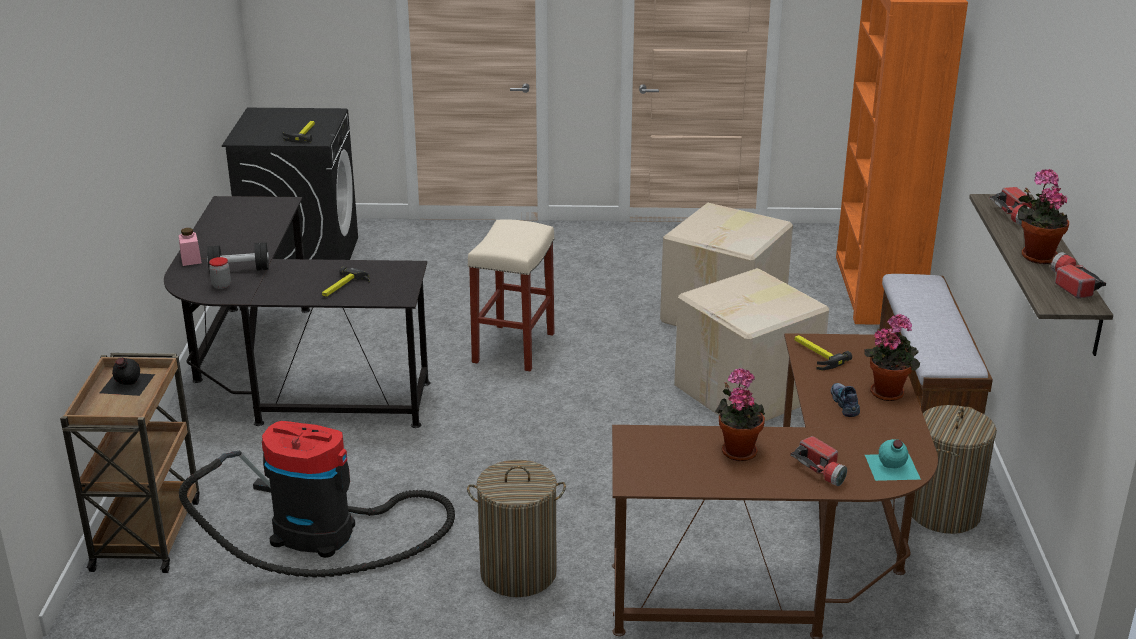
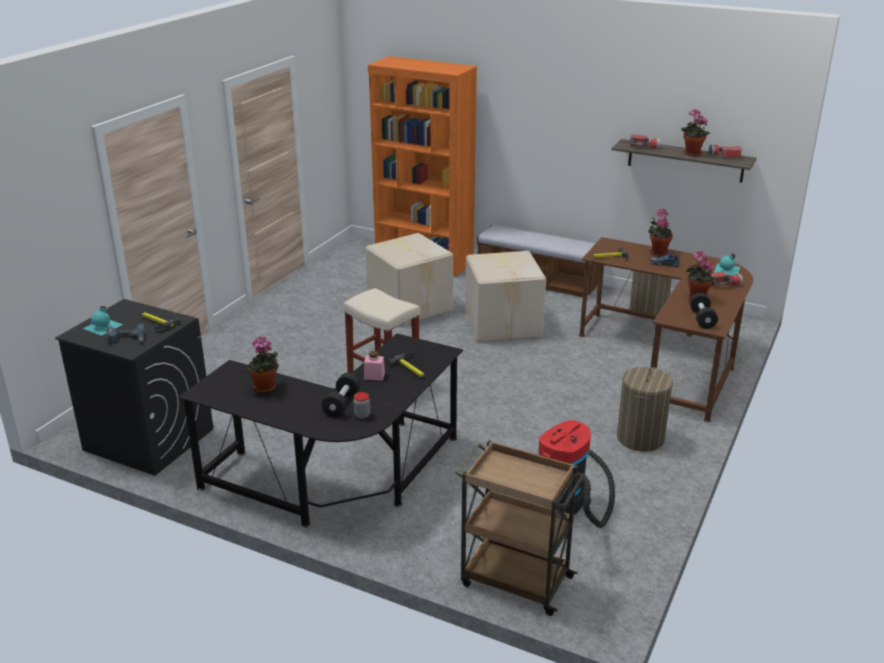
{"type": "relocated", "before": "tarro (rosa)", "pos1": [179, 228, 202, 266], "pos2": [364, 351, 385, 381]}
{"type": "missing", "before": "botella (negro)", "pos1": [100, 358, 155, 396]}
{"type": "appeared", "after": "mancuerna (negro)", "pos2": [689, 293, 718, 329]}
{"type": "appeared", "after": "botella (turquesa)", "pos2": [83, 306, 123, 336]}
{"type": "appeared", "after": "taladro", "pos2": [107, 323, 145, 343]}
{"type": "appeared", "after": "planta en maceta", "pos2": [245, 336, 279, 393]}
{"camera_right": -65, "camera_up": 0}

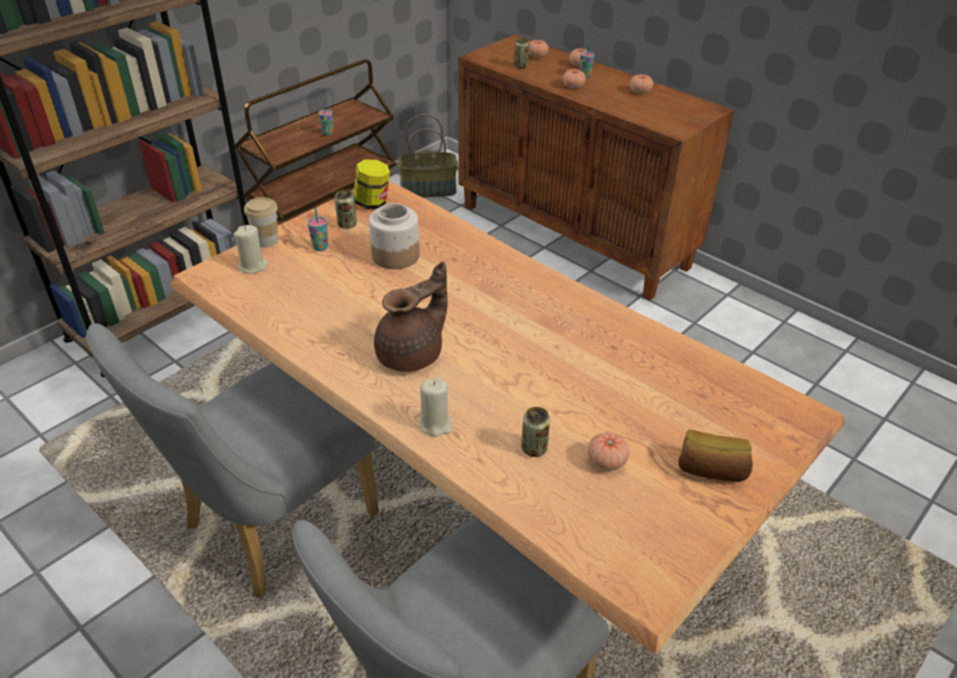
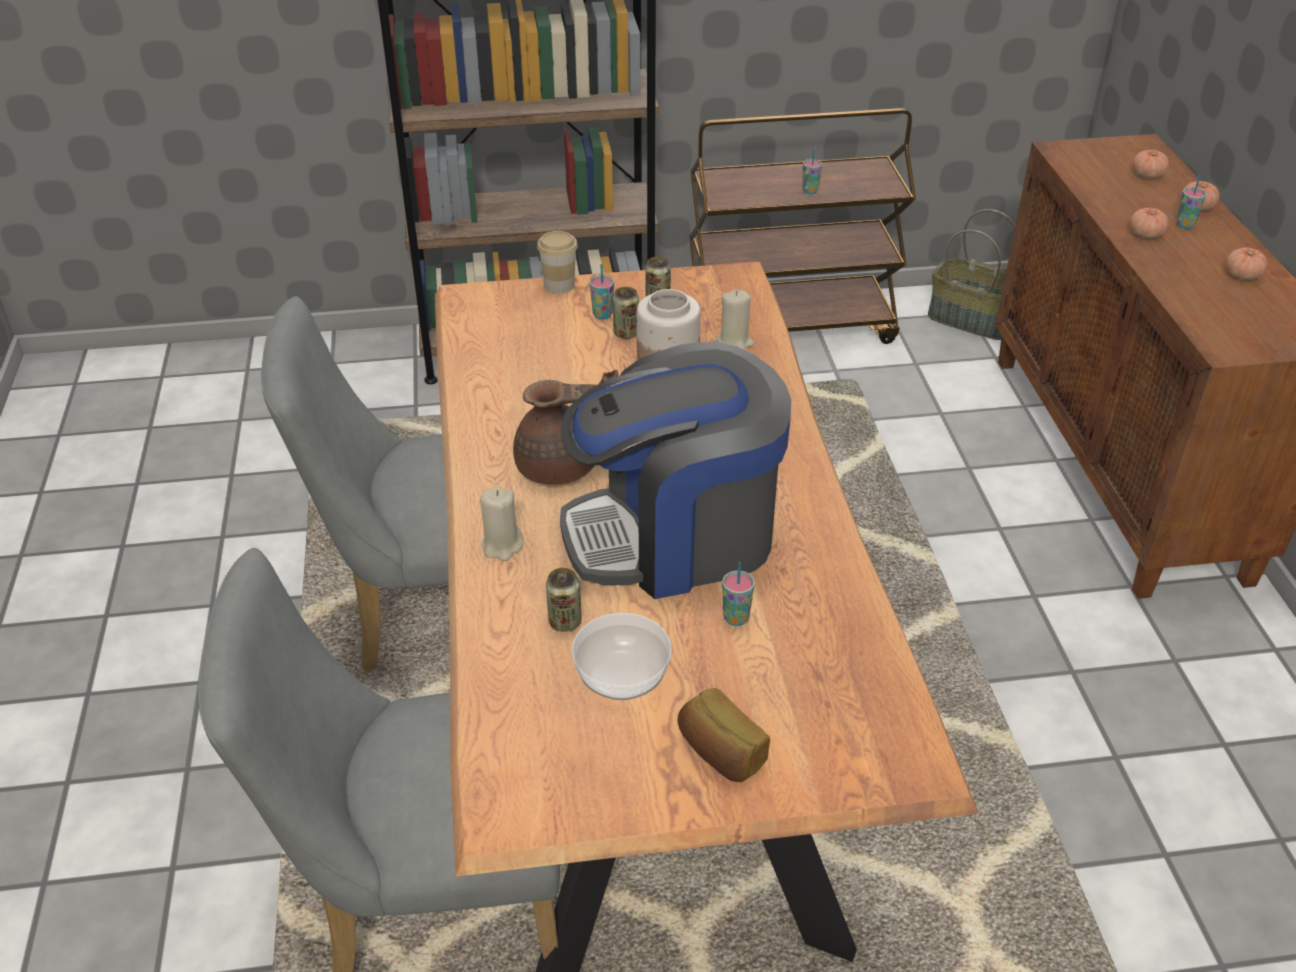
{"type": "relocated", "before": "lata", "pos1": [514, 38, 530, 69], "pos2": [613, 287, 639, 339]}
{"type": "missing", "before": "tarro", "pos1": [354, 159, 390, 209]}
{"type": "relocated", "before": "vela (beis)", "pos1": [233, 225, 269, 274], "pos2": [716, 289, 754, 350]}
{"type": "exchanged", "before": "tomate", "after": "cuenco", "pos1": [588, 432, 629, 470], "pos2": [572, 613, 672, 700]}
{"type": "appeared", "after": "cafetera", "pos2": [560, 342, 791, 599]}
{"type": "appeared", "after": "taza", "pos2": [722, 562, 755, 626]}
{"camera_right": 40, "camera_up": 0}

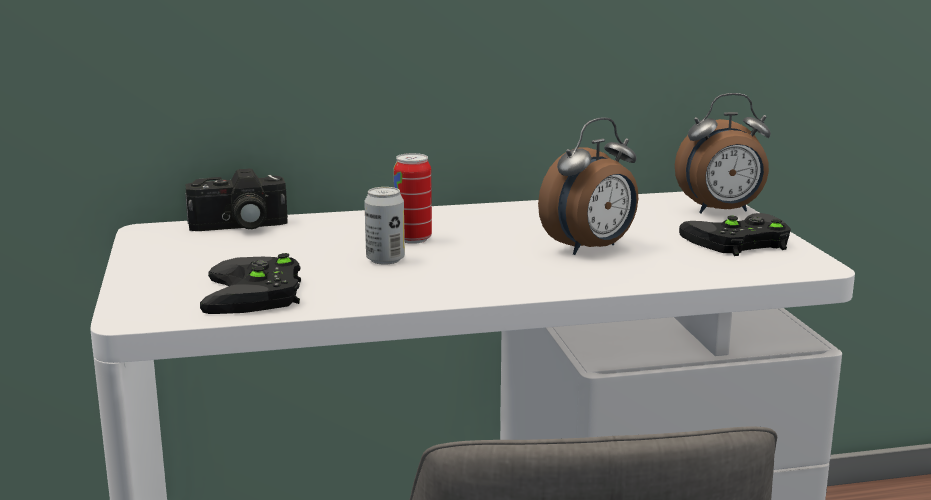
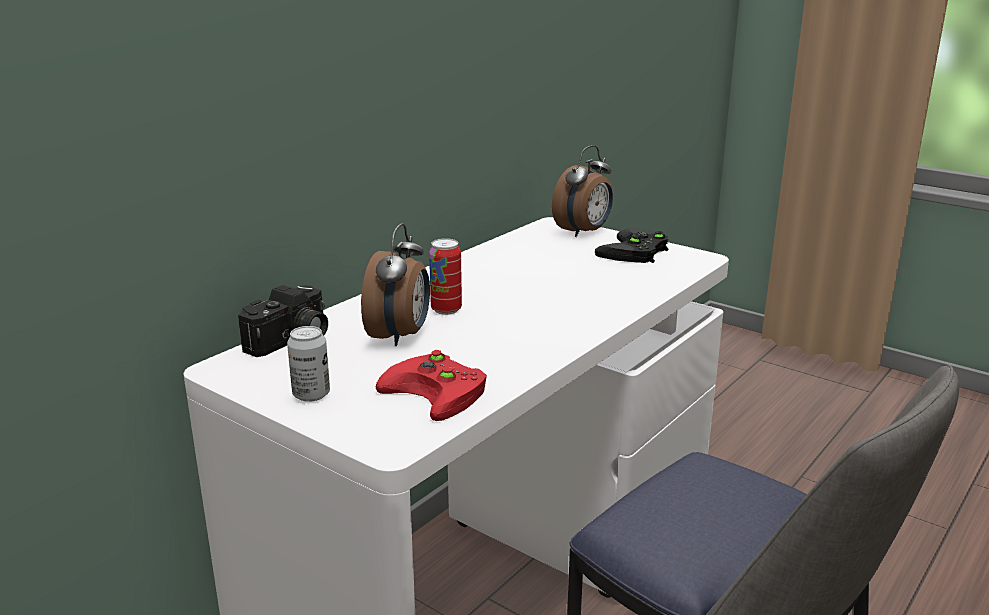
{"type": "relocated", "before": "despertador", "pos1": [538, 117, 638, 255], "pos2": [361, 223, 430, 346]}
{"type": "relocated", "before": "lata", "pos1": [364, 187, 405, 265], "pos2": [287, 326, 330, 402]}
{"type": "colour", "before": "mando de consola (negro)", "after": "mando de consola (rojo)", "pos1": [200, 253, 301, 314], "pos2": [376, 350, 487, 421]}
{"camera_right": -40, "camera_up": 5}

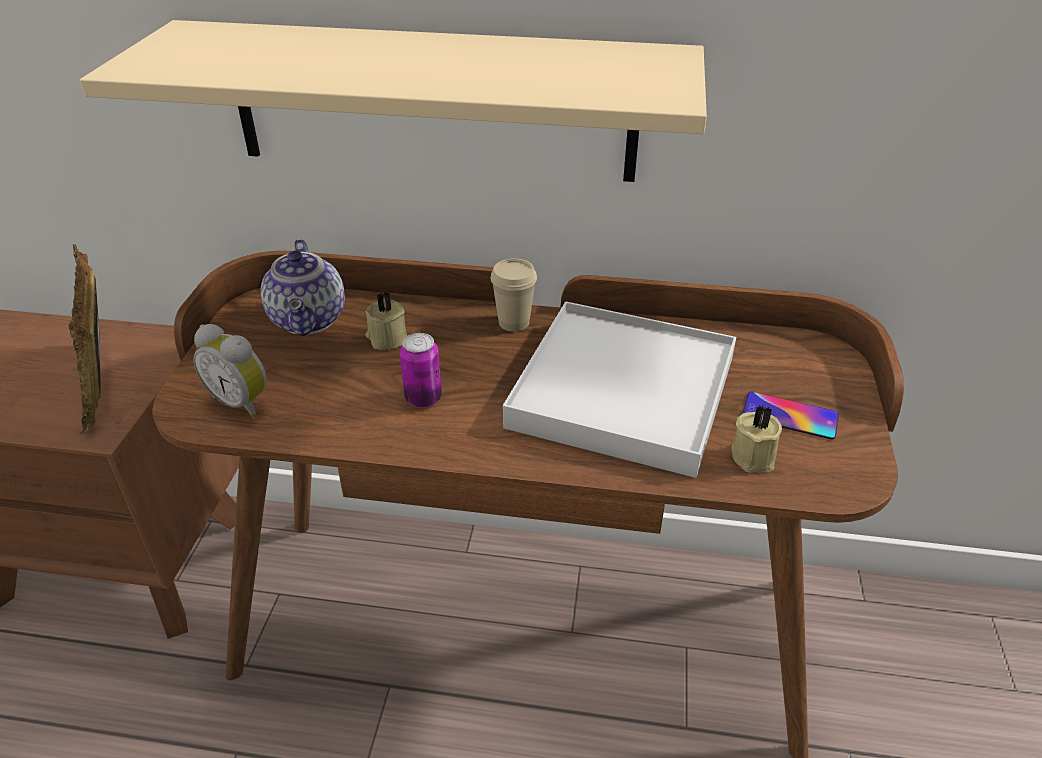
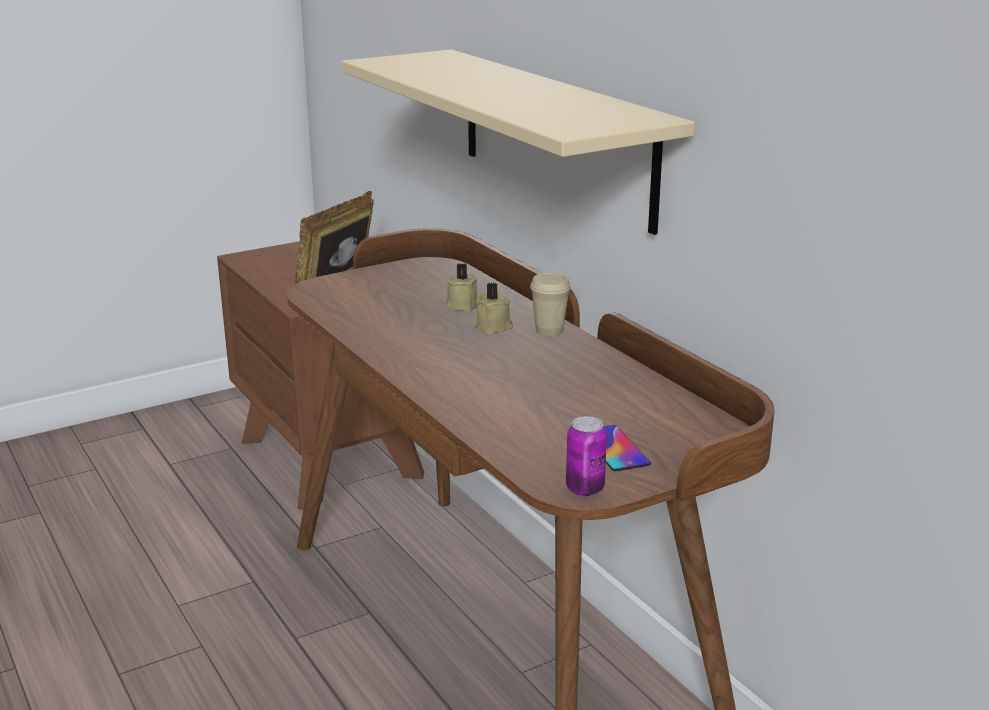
{"type": "missing", "before": "tetera", "pos1": [261, 239, 345, 336]}
{"type": "missing", "before": "bandeja (blanco)", "pos1": [503, 302, 736, 478]}
{"type": "missing", "before": "despertador", "pos1": [193, 324, 267, 418]}
{"type": "relocated", "before": "lata", "pos1": [400, 333, 442, 408], "pos2": [566, 416, 607, 496]}
{"type": "relocated", "before": "vela (beis)", "pos1": [731, 404, 782, 473], "pos2": [475, 283, 513, 334]}
{"camera_right": 50, "camera_up": -15}

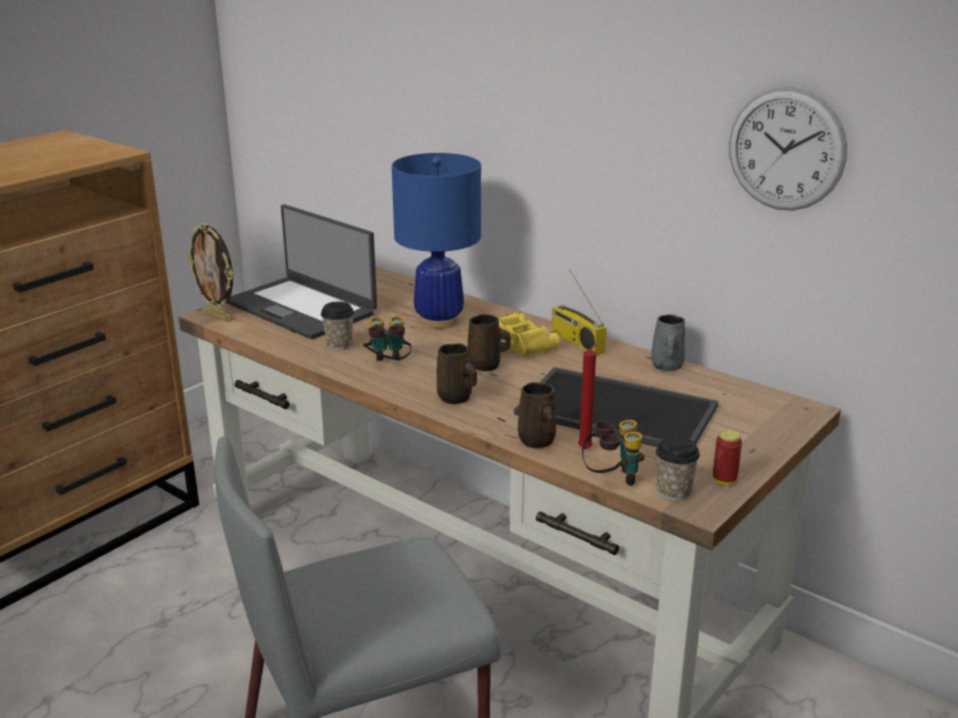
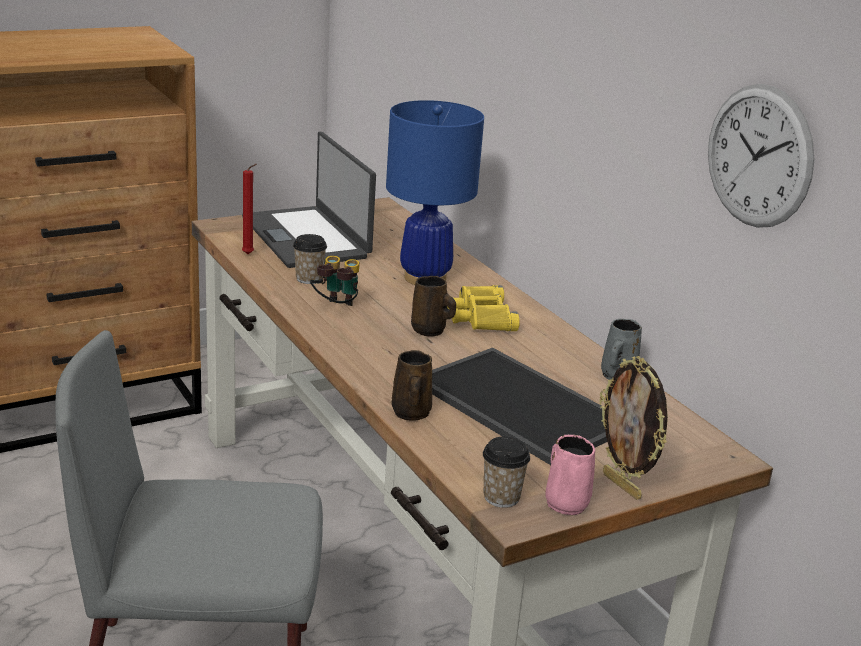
{"type": "relocated", "before": "portarretratos", "pos1": [187, 222, 233, 321], "pos2": [599, 356, 668, 500]}
{"type": "missing", "before": "radio", "pos1": [552, 270, 607, 355]}
{"type": "relocated", "before": "vela (rojo)", "pos1": [578, 342, 603, 449], "pos2": [242, 164, 257, 254]}
{"type": "missing", "before": "taza grande (marrón)", "pos1": [437, 343, 477, 404]}
{"type": "missing", "before": "prismáticos", "pos1": [582, 420, 645, 486]}
{"type": "exchanged", "before": "lata", "after": "taza grande (rosa)", "pos1": [713, 430, 742, 485], "pos2": [545, 435, 595, 515]}
{"camera_right": 20, "camera_up": 0}

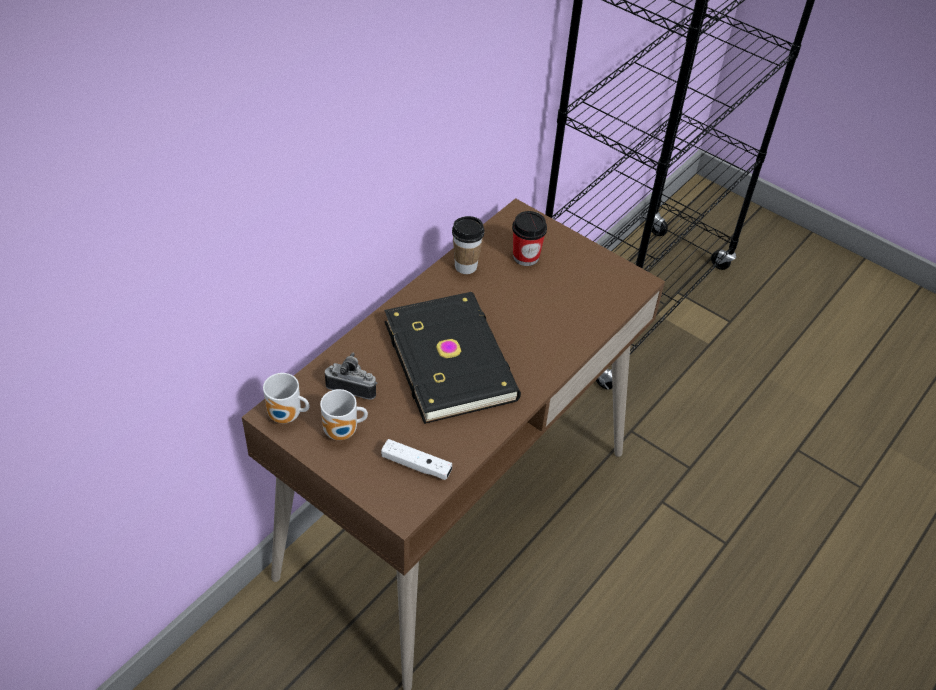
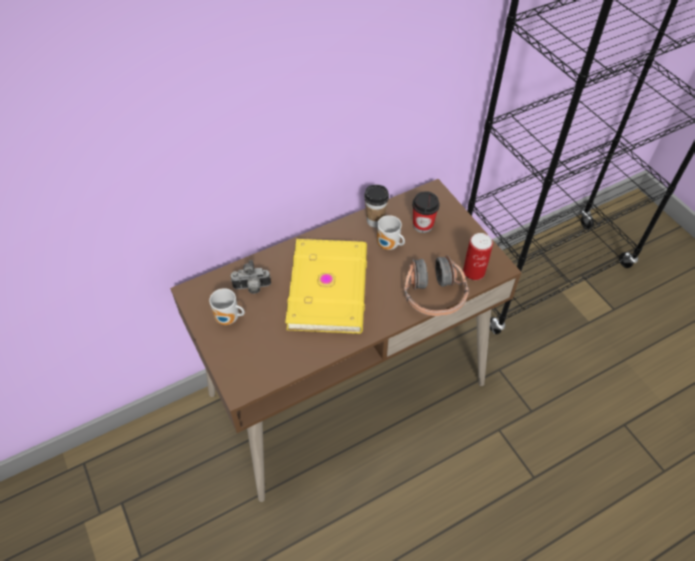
{"type": "colour", "before": "libro (negro)", "after": "libro (amarillo)", "pos1": [384, 292, 521, 424], "pos2": [285, 239, 367, 334]}
{"type": "spun", "before": "cámara", "pos1": [325, 353, 377, 400], "pos2": [231, 260, 271, 294], "turn": 135}
{"type": "relocated", "before": "taza grande", "pos1": [263, 373, 309, 423], "pos2": [377, 215, 405, 250]}
{"type": "missing", "before": "mando de consola (blanco)", "pos1": [381, 439, 452, 480]}
{"type": "appeared", "after": "lata", "pos2": [463, 233, 493, 280]}
{"type": "appeared", "after": "auriculares", "pos2": [404, 255, 469, 316]}
{"camera_right": 25, "camera_up": 5}

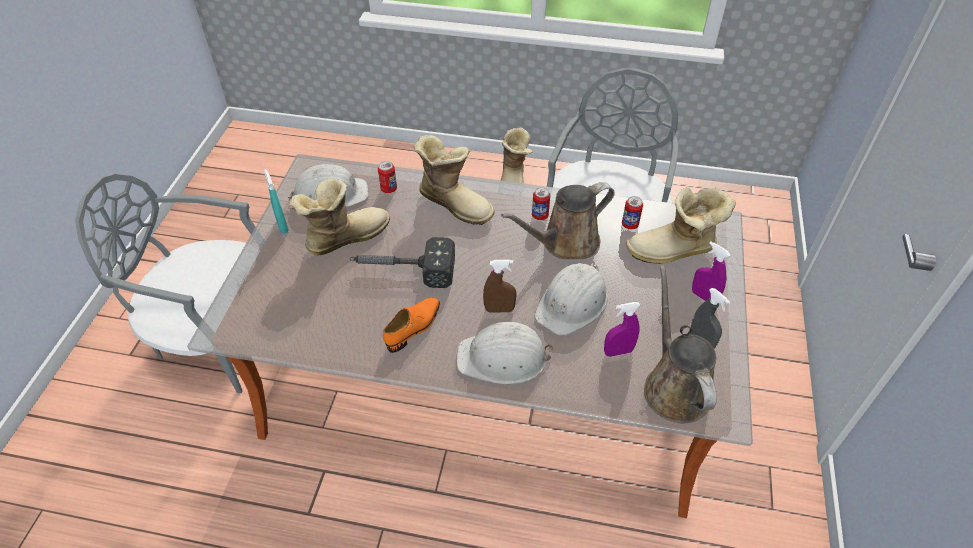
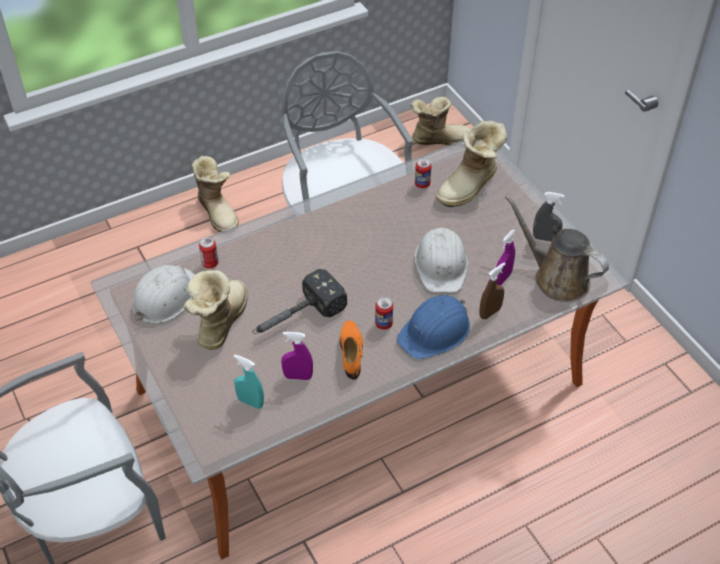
{"type": "relocated", "before": "bota", "pos1": [413, 135, 495, 225], "pos2": [410, 97, 472, 146]}
{"type": "relocated", "before": "pulverizador (turquesa)", "pos1": [264, 169, 289, 234], "pos2": [234, 354, 264, 409]}
{"type": "missing", "before": "regadera (marrón)", "pos1": [501, 182, 615, 260]}
{"type": "relocated", "before": "lata", "pos1": [532, 187, 550, 220], "pos2": [375, 297, 393, 330]}
{"type": "relocated", "before": "pulverizador (morado)", "pos1": [692, 242, 731, 301], "pos2": [281, 332, 313, 380]}
{"type": "relocated", "before": "pulverizador (marrón)", "pos1": [483, 260, 517, 312], "pos2": [479, 262, 506, 319]}
{"type": "colour", "before": "casco (blanco)", "after": "casco (azul)", "pos1": [457, 322, 553, 385], "pos2": [397, 295, 470, 359]}
{"camera_right": -40, "camera_up": 0}

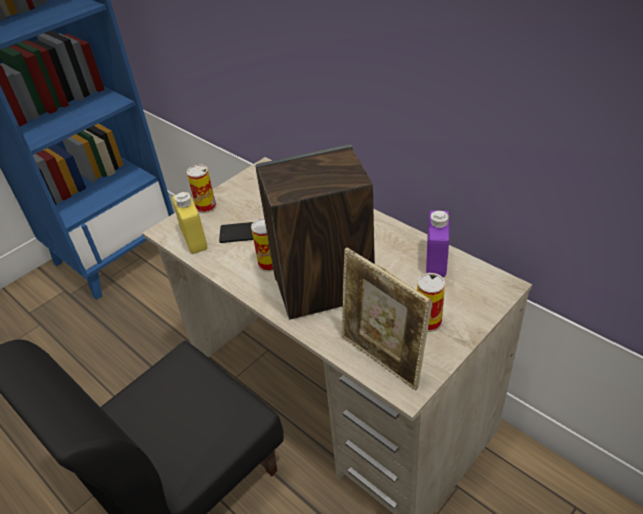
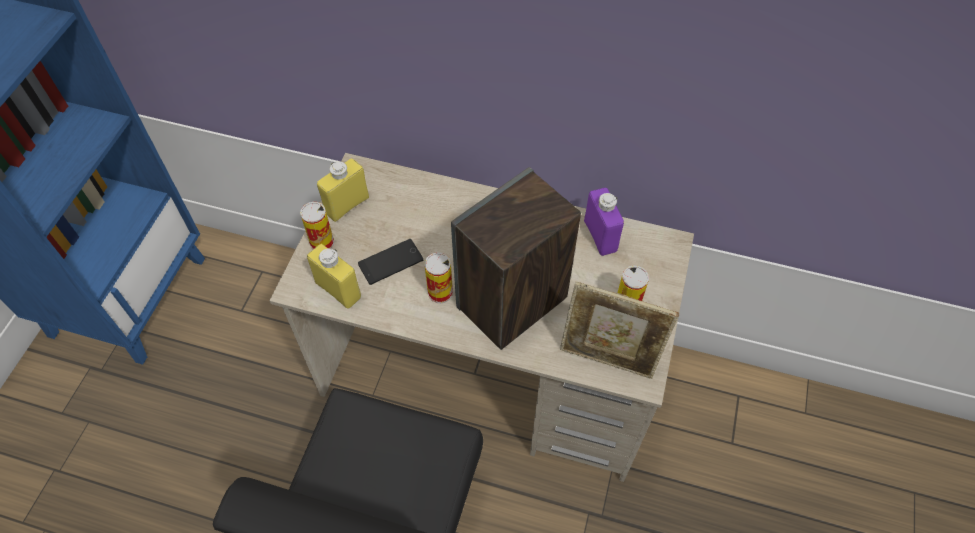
{"type": "appeared", "after": "botella (amarillo)", "pos2": [317, 159, 369, 222]}
{"camera_right": -30, "camera_up": 15}

